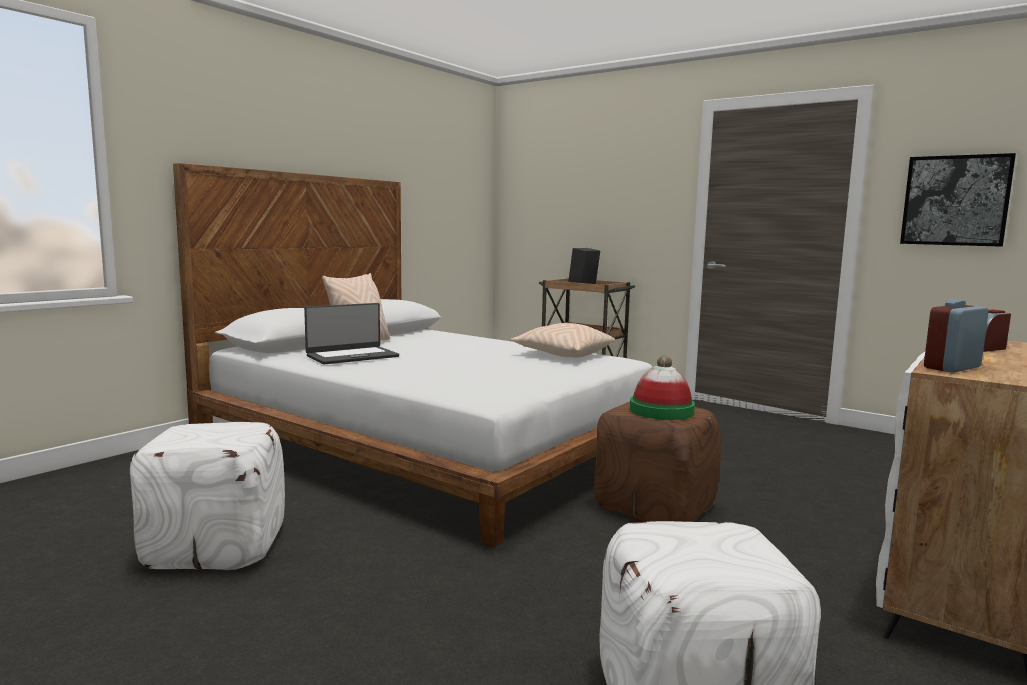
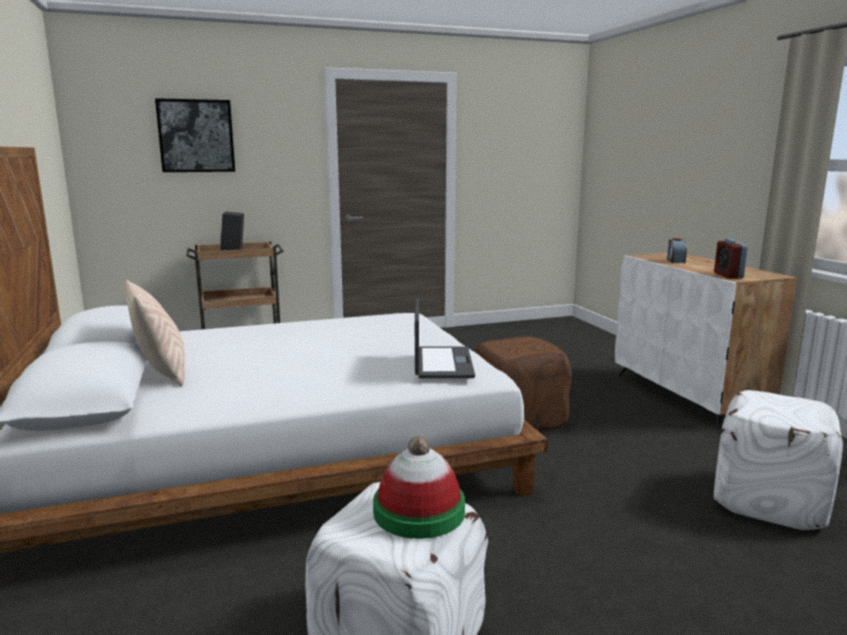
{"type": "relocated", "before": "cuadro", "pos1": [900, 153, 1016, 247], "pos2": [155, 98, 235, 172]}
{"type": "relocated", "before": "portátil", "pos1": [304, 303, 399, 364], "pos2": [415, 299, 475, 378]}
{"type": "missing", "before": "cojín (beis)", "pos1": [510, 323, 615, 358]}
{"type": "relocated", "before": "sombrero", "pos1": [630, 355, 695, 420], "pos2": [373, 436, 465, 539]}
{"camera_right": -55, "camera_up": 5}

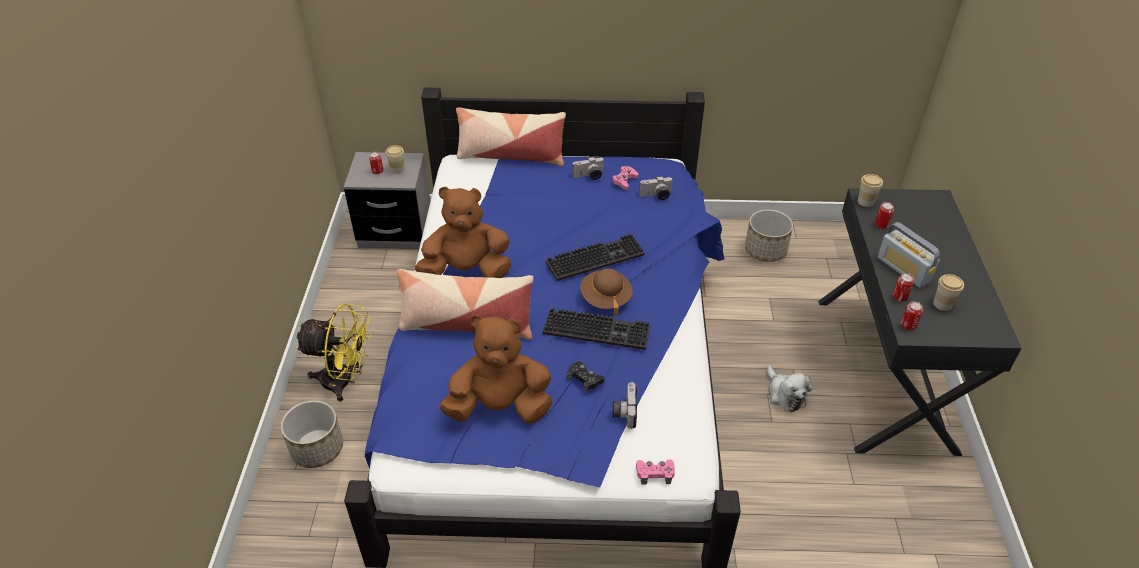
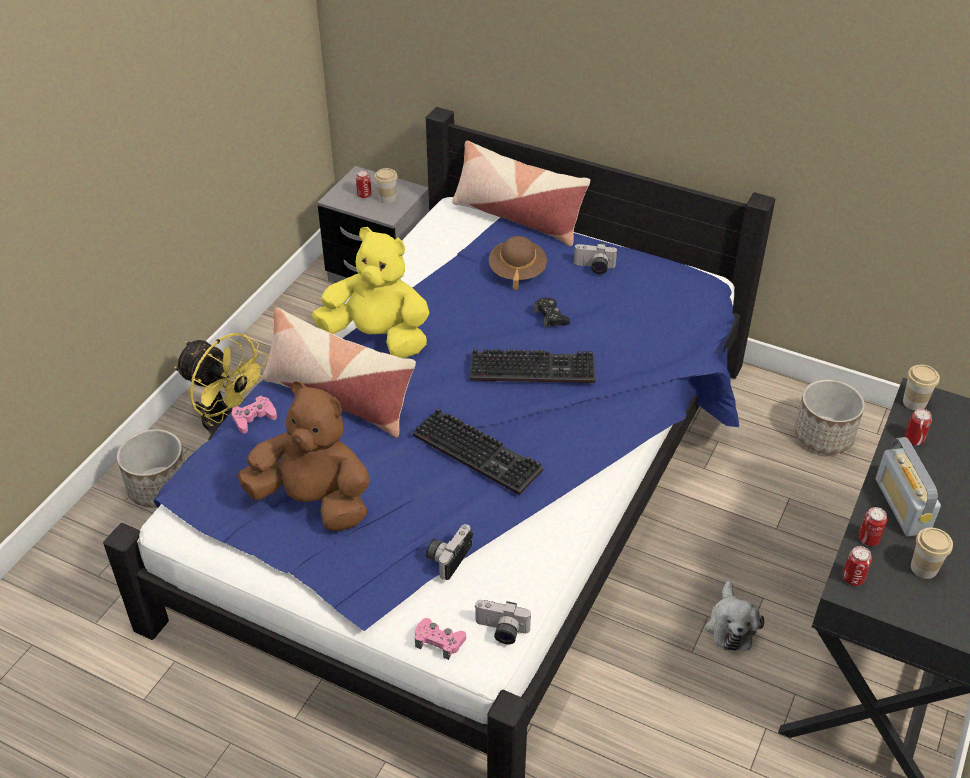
{"type": "relocated", "before": "mando de consola (rosa)", "pos1": [612, 166, 638, 190], "pos2": [232, 396, 277, 434]}
{"type": "relocated", "before": "cámara", "pos1": [639, 176, 672, 200], "pos2": [475, 600, 531, 645]}
{"type": "colour", "before": "peluche (marrón)", "after": "peluche (amarillo)", "pos1": [415, 186, 512, 278], "pos2": [311, 227, 429, 358]}
{"type": "relocated", "before": "sombrero (marrón)", "pos1": [580, 269, 633, 316], "pos2": [489, 236, 547, 290]}
{"type": "relocated", "before": "mando de consola (negro)", "pos1": [567, 361, 604, 392], "pos2": [533, 297, 570, 328]}
{"camera_right": 25, "camera_up": 0}

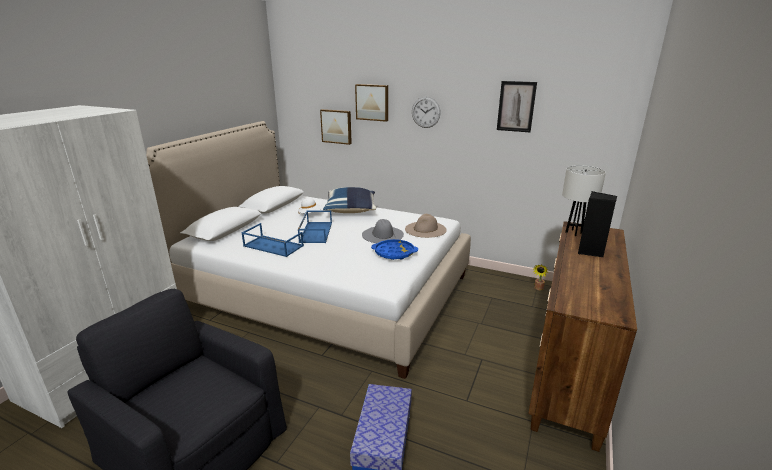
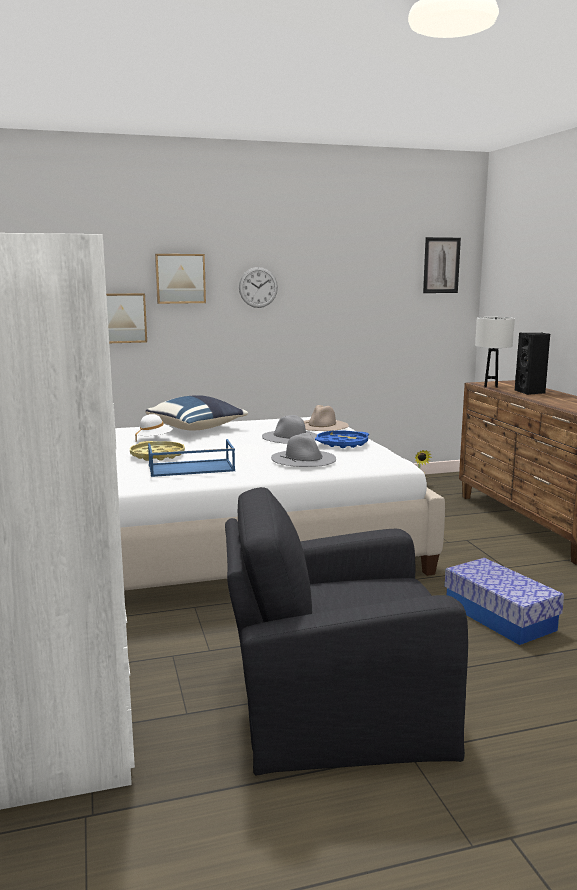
{"type": "relocated", "before": "cuadro", "pos1": [497, 81, 537, 132], "pos2": [423, 237, 461, 293]}
{"type": "missing", "before": "bandeja (azul)", "pos1": [298, 210, 332, 243]}
{"type": "appeared", "after": "sombrero (gris)", "pos2": [271, 433, 336, 467]}
{"type": "appeared", "after": "bandeja (amarillo)", "pos2": [130, 441, 185, 461]}
{"camera_right": -40, "camera_up": -10}

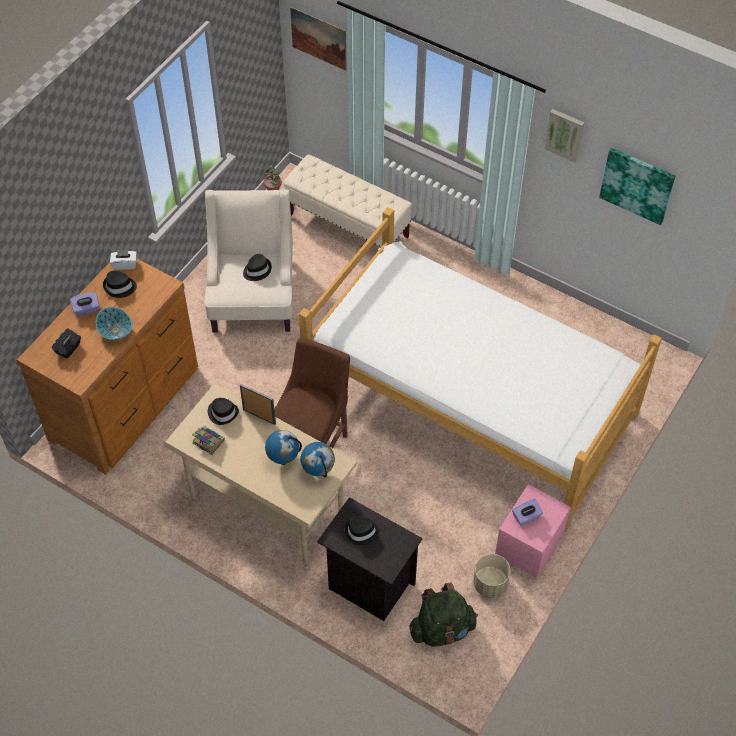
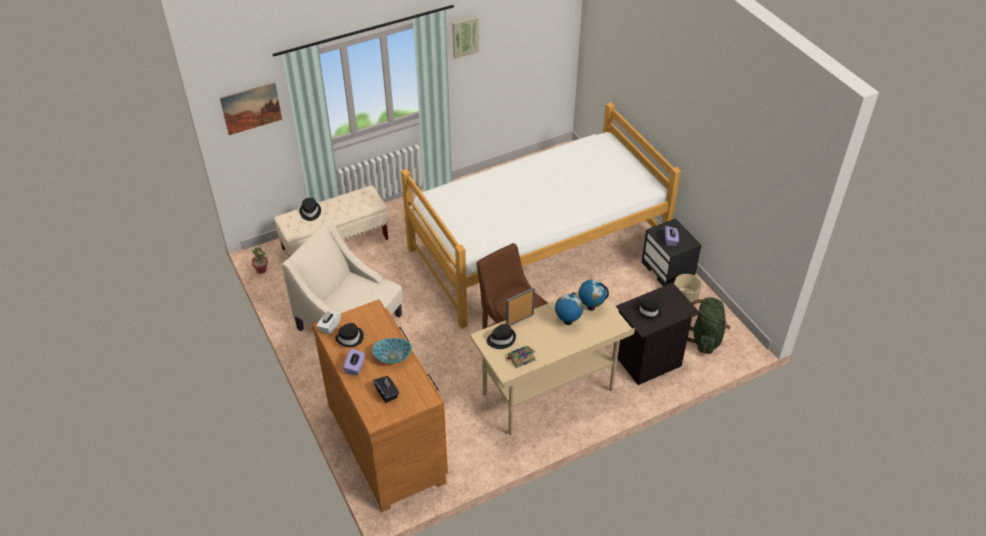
{"type": "missing", "before": "cuadro", "pos1": [599, 148, 675, 225]}
{"type": "relocated", "before": "sombrero (negro)", "pos1": [243, 254, 272, 281], "pos2": [300, 198, 321, 221]}
{"type": "colour", "before": "mesita de noche (rosa)", "after": "mesita de noche (negro)", "pos1": [495, 484, 571, 580], "pos2": [642, 218, 702, 286]}
{"camera_right": -60, "camera_up": -10}

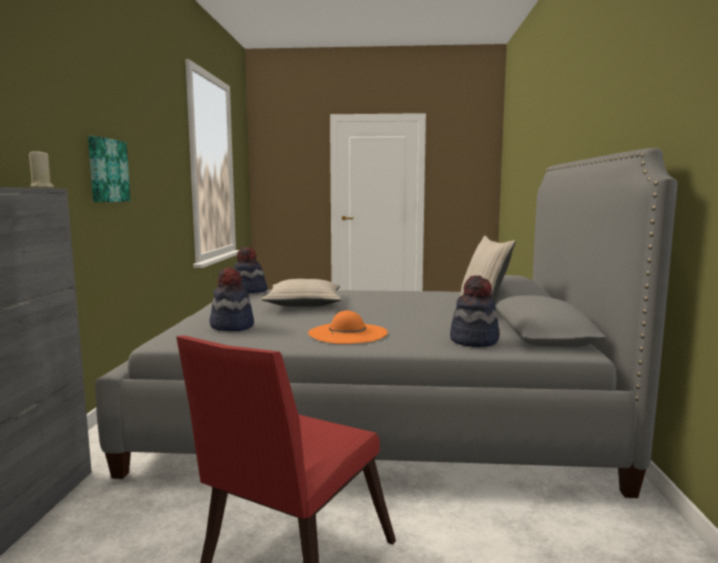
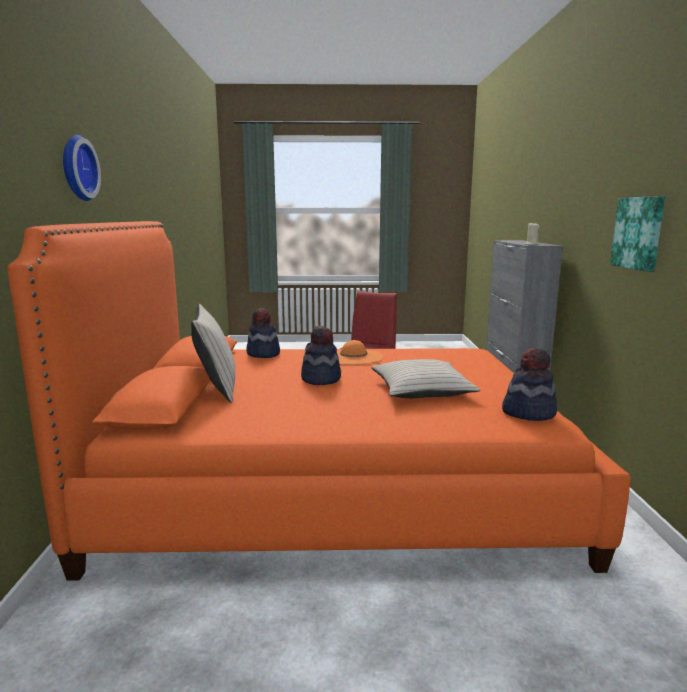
{"type": "colour", "before": "cama (gris)", "after": "cama (naranja)", "pos1": [95, 148, 677, 498], "pos2": [8, 221, 631, 581]}
{"type": "relocated", "before": "sombrero", "pos1": [210, 267, 254, 331], "pos2": [301, 325, 341, 385]}
{"type": "appeared", "after": "reloj de pared", "pos2": [63, 135, 101, 201]}
{"camera_right": 175, "camera_up": 5}

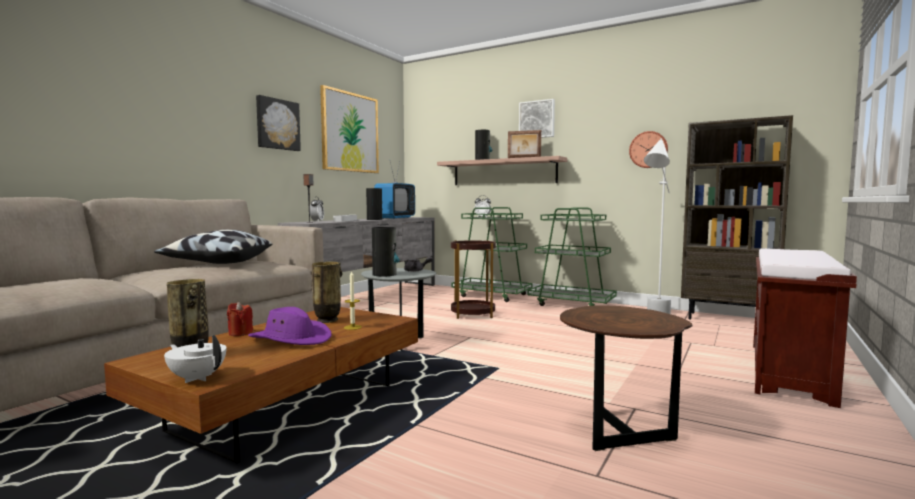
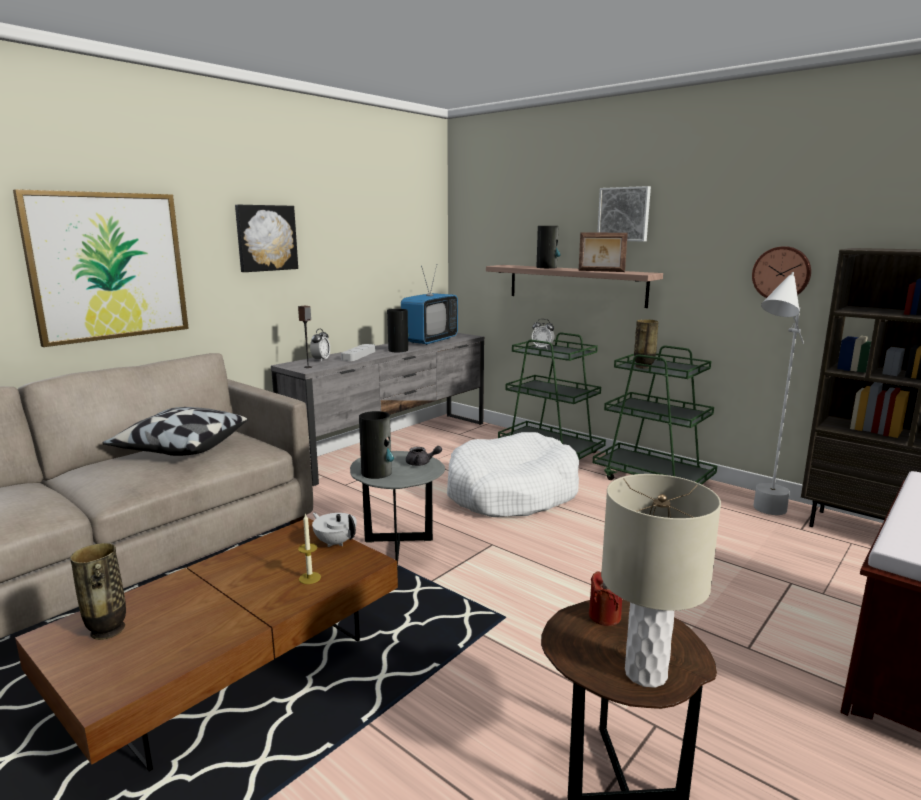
{"type": "relocated", "before": "cuadro", "pos1": [320, 85, 379, 173], "pos2": [13, 189, 189, 347]}
{"type": "exchanged", "before": "mesa auxiliar (marrón)", "after": "cama para perro (blanco)", "pos1": [451, 240, 496, 319], "pos2": [447, 432, 579, 517]}
{"type": "relocated", "before": "florero", "pos1": [312, 261, 342, 323], "pos2": [634, 319, 658, 369]}
{"type": "relocated", "before": "vela (rojo)", "pos1": [227, 302, 253, 336], "pos2": [589, 571, 622, 626]}
{"type": "missing", "before": "sombrero (morado)", "pos1": [248, 307, 332, 345]}
{"type": "relocated", "before": "tetera (blanco)", "pos1": [164, 335, 226, 383], "pos2": [312, 513, 357, 547]}
{"type": "appeared", "after": "lámpara de mesa (beis)", "pos2": [601, 474, 721, 688]}
{"camera_right": 10, "camera_up": 10}

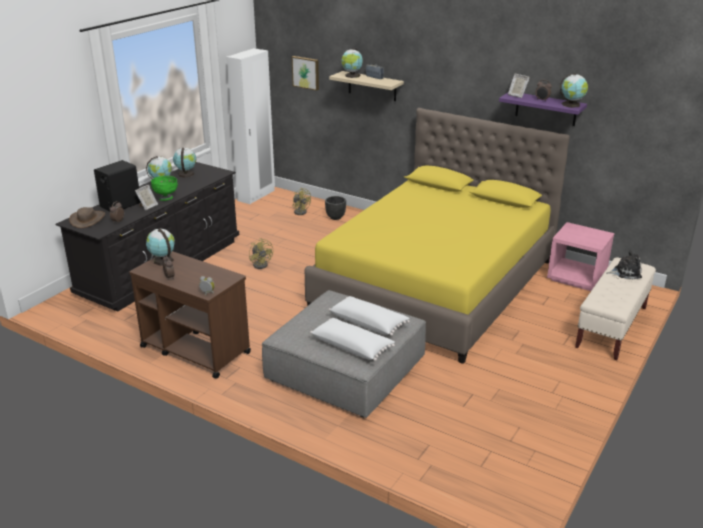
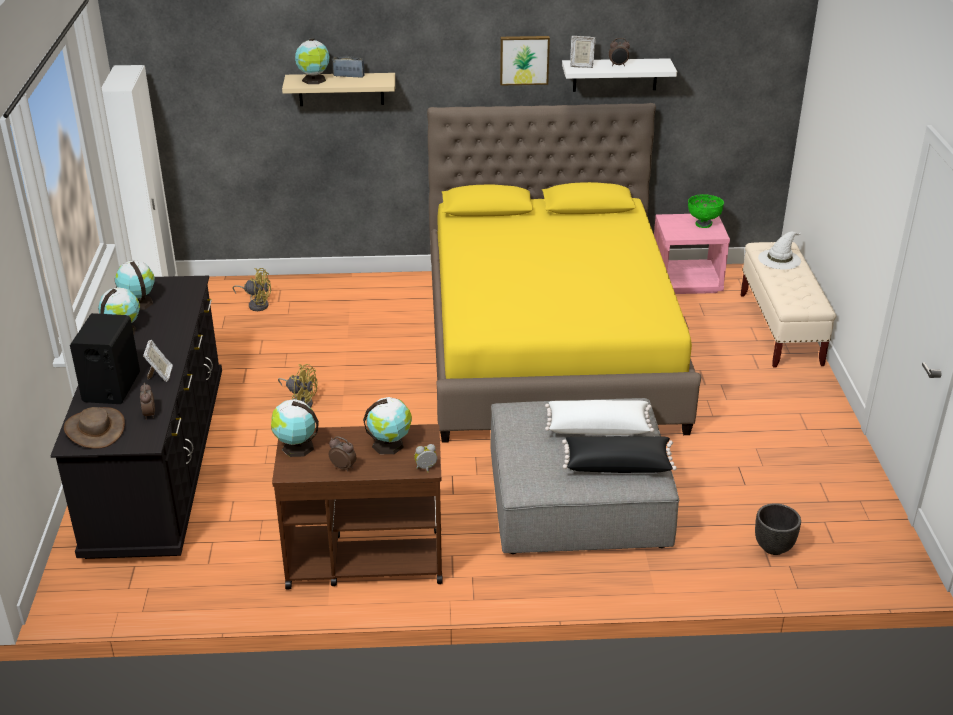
{"type": "relocated", "before": "cuadro", "pos1": [292, 56, 319, 91], "pos2": [500, 36, 550, 86]}
{"type": "relocated", "before": "globo terráqueo", "pos1": [560, 73, 588, 108], "pos2": [363, 397, 412, 454]}
{"type": "colour", "before": "estante (morado)", "after": "estante (blanco)", "pos1": [499, 93, 587, 126], "pos2": [562, 58, 677, 92]}
{"type": "relocated", "before": "cuenco (verde)", "pos1": [151, 176, 178, 201], "pos2": [688, 194, 724, 228]}
{"type": "relocated", "before": "maceta (negro)", "pos1": [325, 196, 346, 220], "pos2": [755, 503, 801, 555]}
{"type": "exchanged", "before": "peluche", "after": "sombrero (blanco)", "pos1": [607, 250, 642, 279], "pos2": [758, 232, 802, 270]}
{"type": "colour", "before": "cojín (blanco)", "after": "cojín (negro)", "pos1": [310, 318, 395, 361], "pos2": [562, 436, 677, 473]}
{"camera_right": -35, "camera_up": 5}

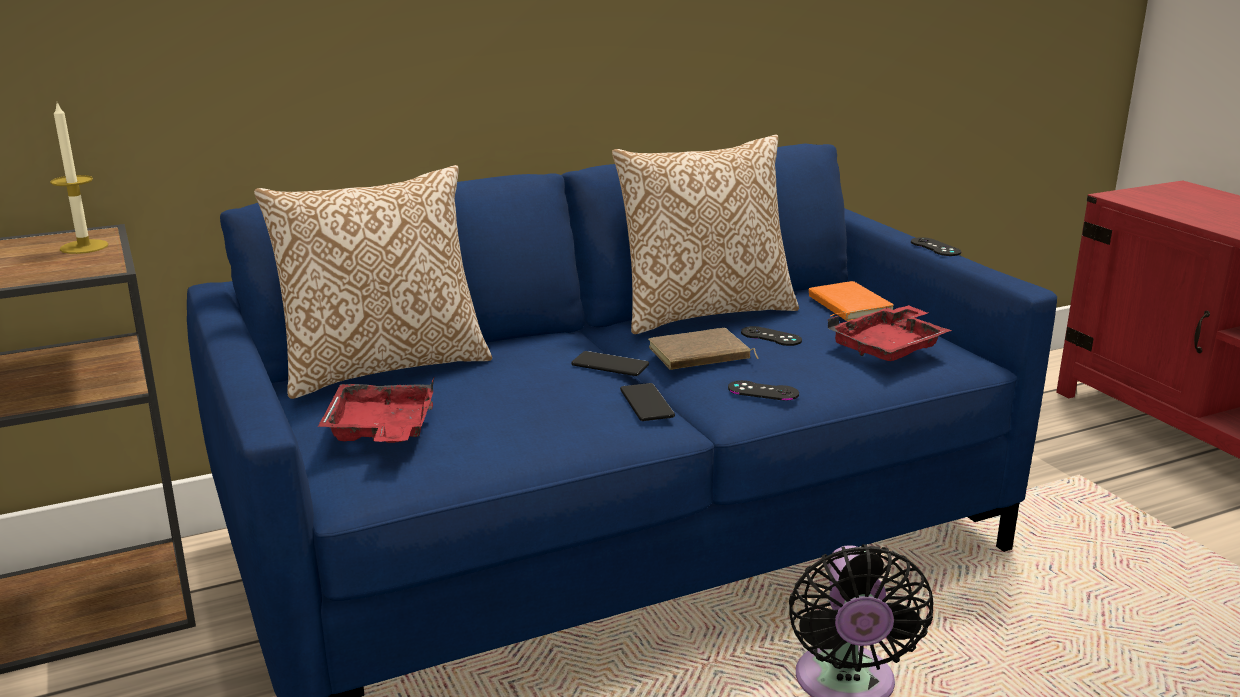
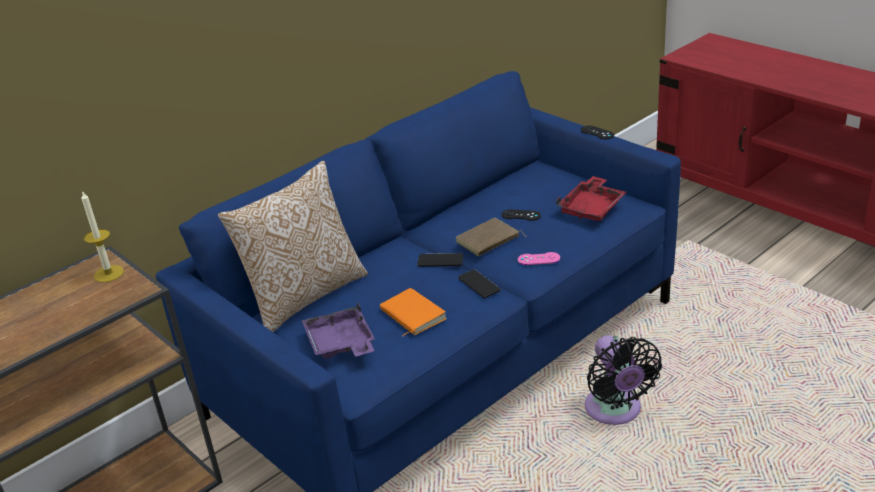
{"type": "missing", "before": "cojín", "pos1": [612, 134, 799, 334]}
{"type": "relocated", "before": "libro (naranja)", "pos1": [809, 281, 894, 321], "pos2": [380, 288, 447, 337]}
{"type": "colour", "before": "bandeja (rojo)", "after": "bandeja (morado)", "pos1": [318, 378, 434, 443], "pos2": [302, 302, 375, 359]}
{"type": "colour", "before": "mando de consola (negro)", "after": "mando de consola (rosa)", "pos1": [728, 380, 799, 401], "pos2": [518, 252, 560, 265]}
{"camera_right": -15, "camera_up": 10}

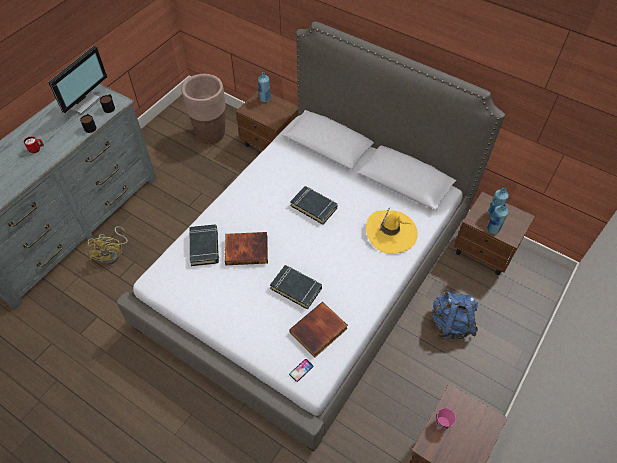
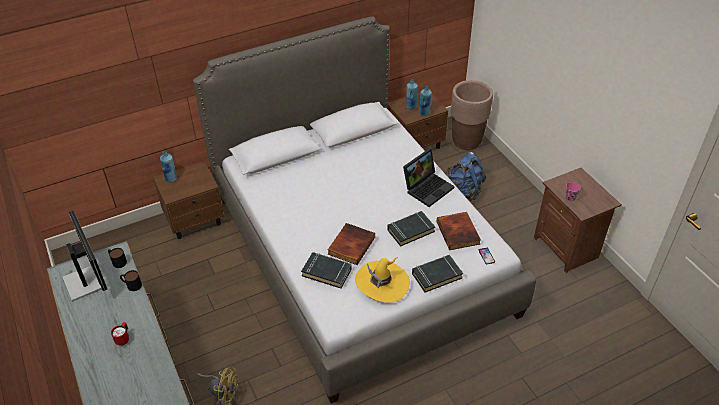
{"type": "relocated", "before": "maceta (marrón)", "pos1": [182, 74, 226, 144], "pos2": [451, 80, 493, 150]}
{"type": "relocated", "before": "libro (negro)", "pos1": [290, 186, 338, 225], "pos2": [412, 255, 463, 293]}
{"type": "relocated", "before": "sombrero (amarillo)", "pos1": [366, 207, 417, 254], "pos2": [355, 257, 410, 302]}
{"type": "appeared", "after": "portátil", "pos2": [403, 149, 455, 207]}
{"camera_right": -60, "camera_up": -10}

